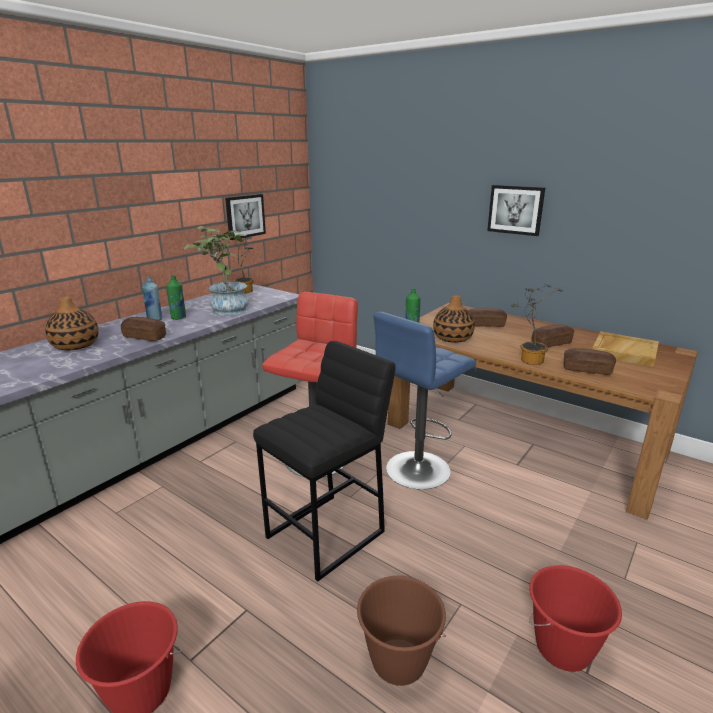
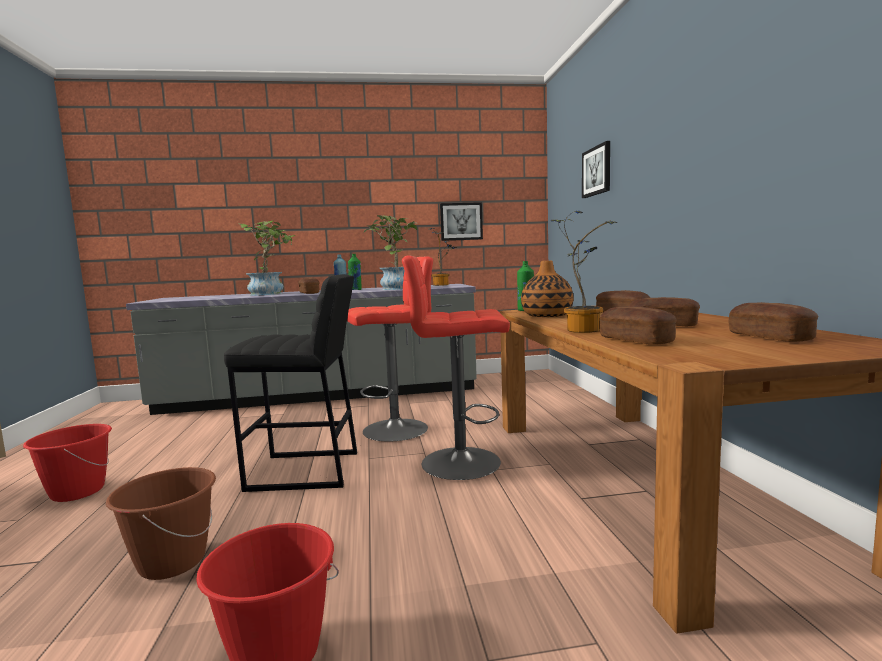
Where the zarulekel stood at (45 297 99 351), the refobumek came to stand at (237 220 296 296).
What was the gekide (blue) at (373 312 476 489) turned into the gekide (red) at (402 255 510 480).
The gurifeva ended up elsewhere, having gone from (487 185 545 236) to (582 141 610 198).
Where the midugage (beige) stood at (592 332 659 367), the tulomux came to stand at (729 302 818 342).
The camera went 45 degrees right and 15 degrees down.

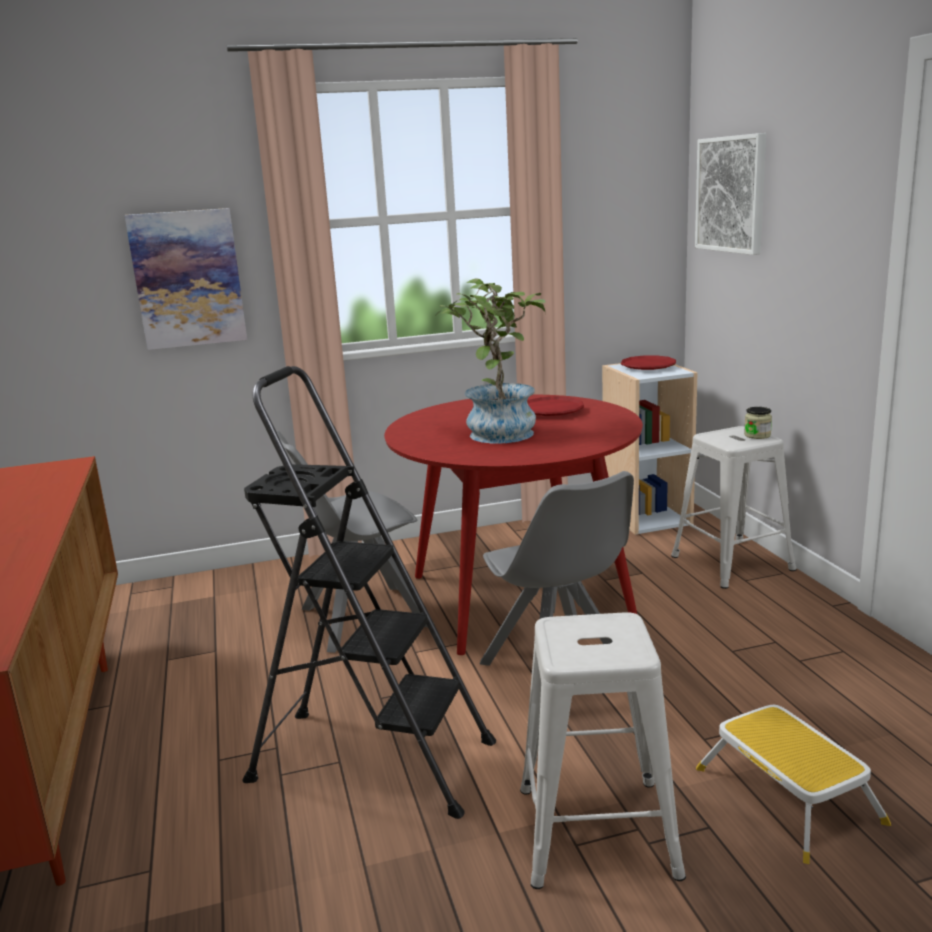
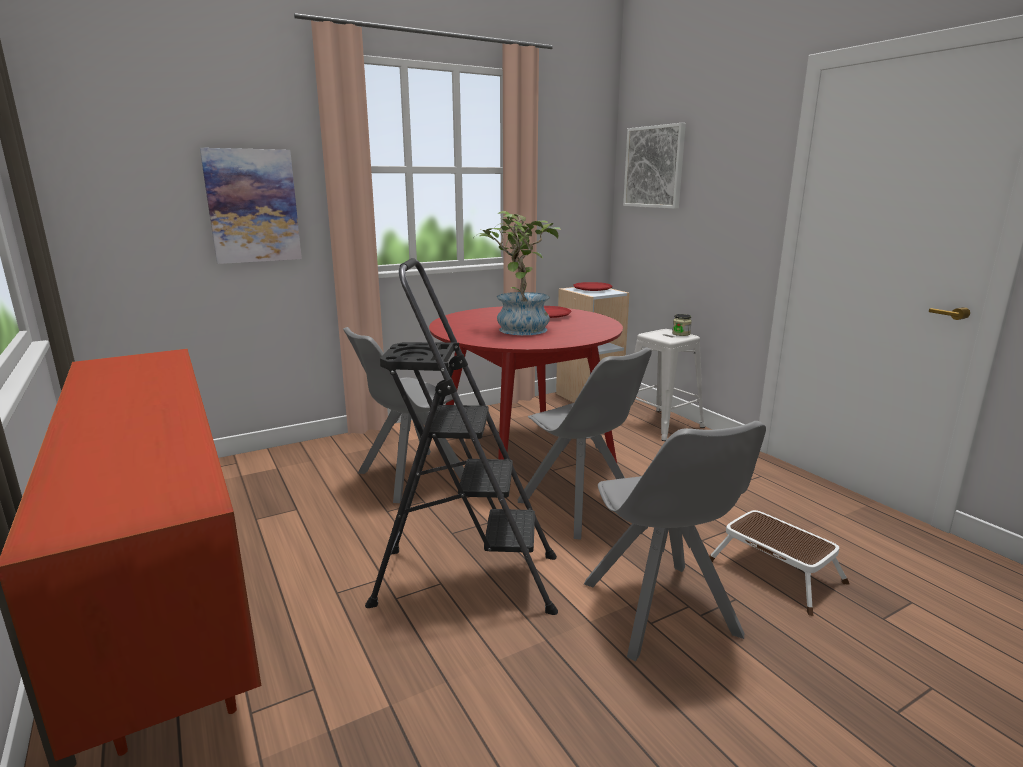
Where the gekide (white) stood at (520 612 686 889), the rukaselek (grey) came to stand at (584 421 766 662).
What was the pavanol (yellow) at (696 705 891 864) turned into the pavanol (brown) at (709 510 849 616).
The camera went 15 degrees left and 0 degrees up.

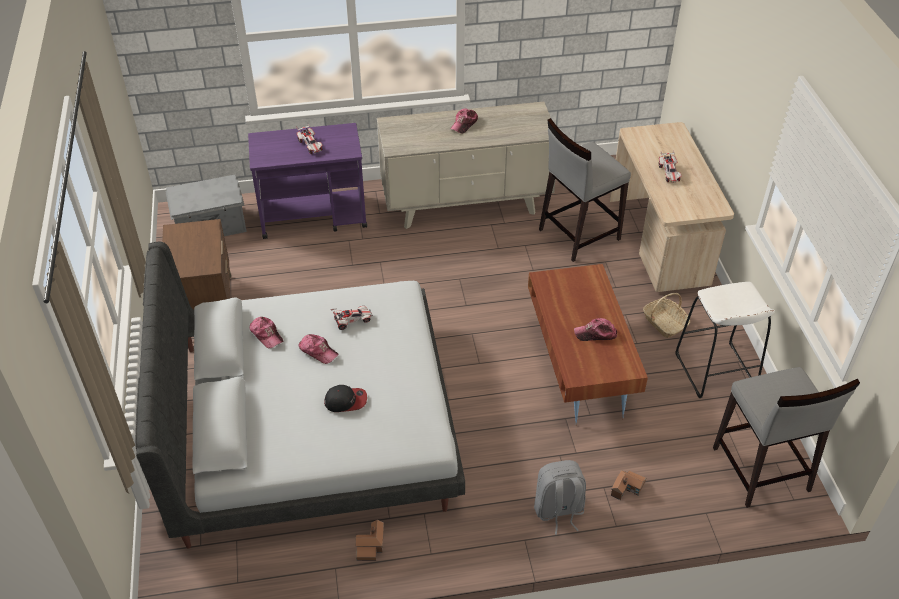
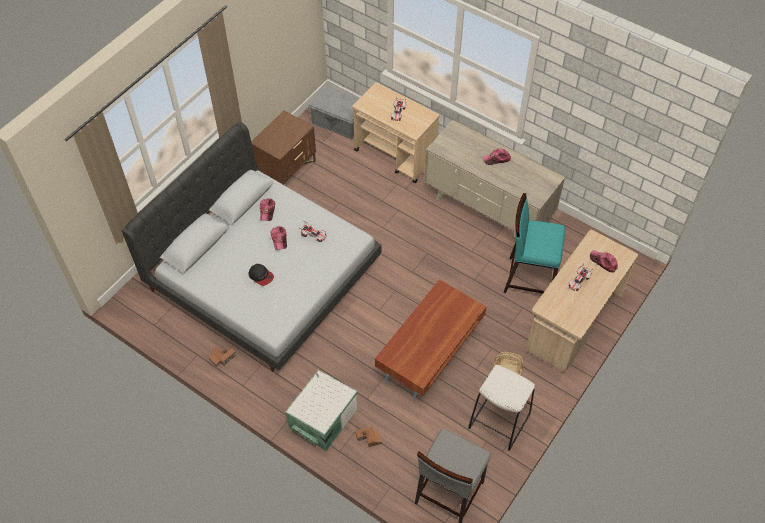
Where the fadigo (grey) stood at (534 460 586 535), the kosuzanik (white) came to stand at (285 370 358 451).
What was the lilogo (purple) at (248 123 367 239) turned into the lilogo (beige) at (352 82 440 183).
What was the gekide (grey) at (539 118 631 262) turned into the gekide (turquoise) at (504 193 565 294).
The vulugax ended up elsewhere, having gone from (574 318 617 341) to (590 250 618 273).
The camera went 45 degrees right and 10 degrees up.

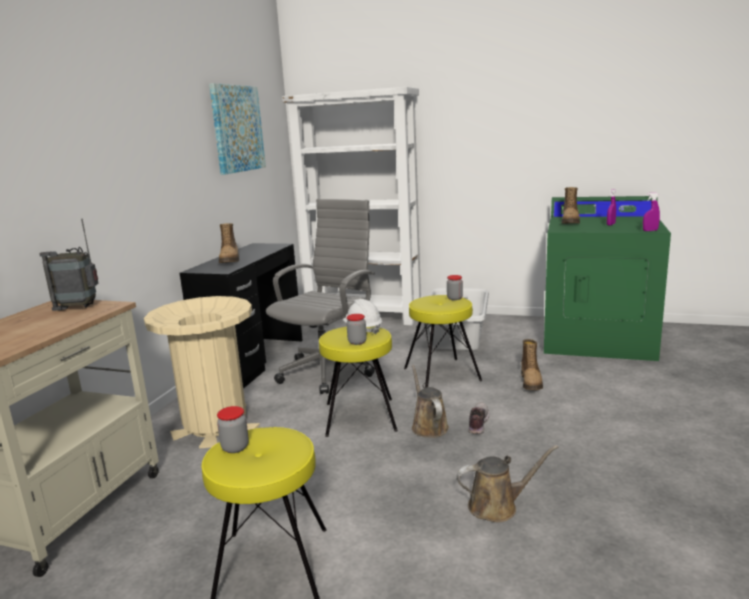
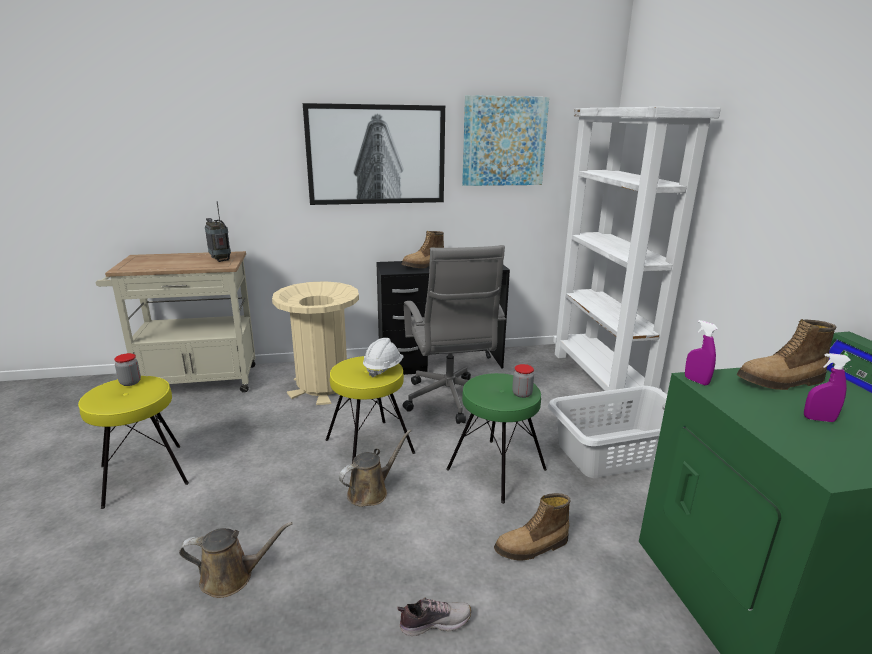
The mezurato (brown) at (457 445 559 522) ended up facing another way, 60 degrees counterclockwise from before.
The second view gained the gurifeva at (303 103 445 205).
The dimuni ended up elsewhere, having gone from (469 402 489 434) to (398 598 471 636).
The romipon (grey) at (266 199 375 394) ended up facing another way, 75 degrees clockwise from before.
What was the gekide (yellow) at (404 295 482 388) turned into the gekide (green) at (446 373 547 504).
The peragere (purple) ended up elsewhere, having gone from (643 193 660 231) to (685 320 718 386).
The second view lost the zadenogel at (346 314 367 345).
The camera went 60 degrees right and 5 degrees up.

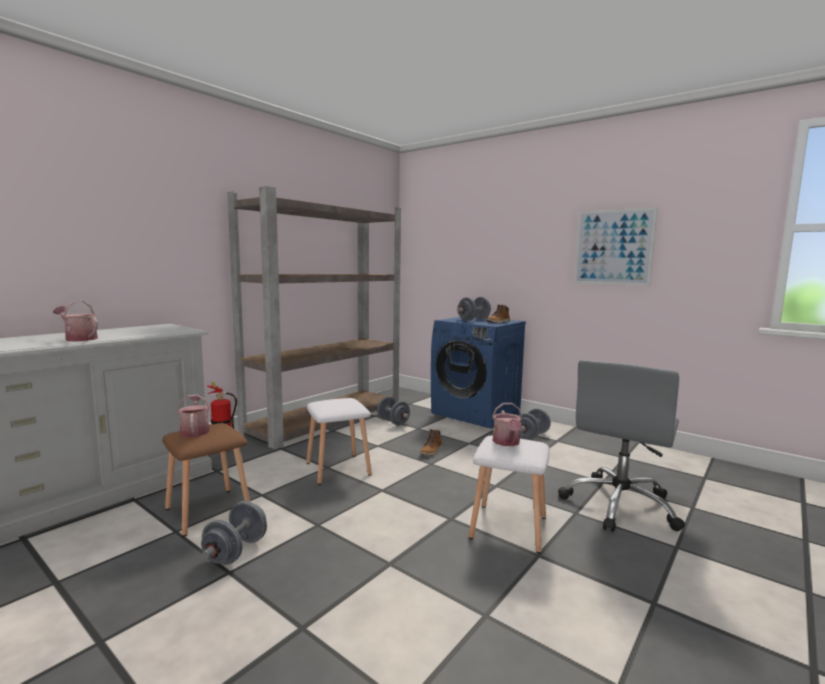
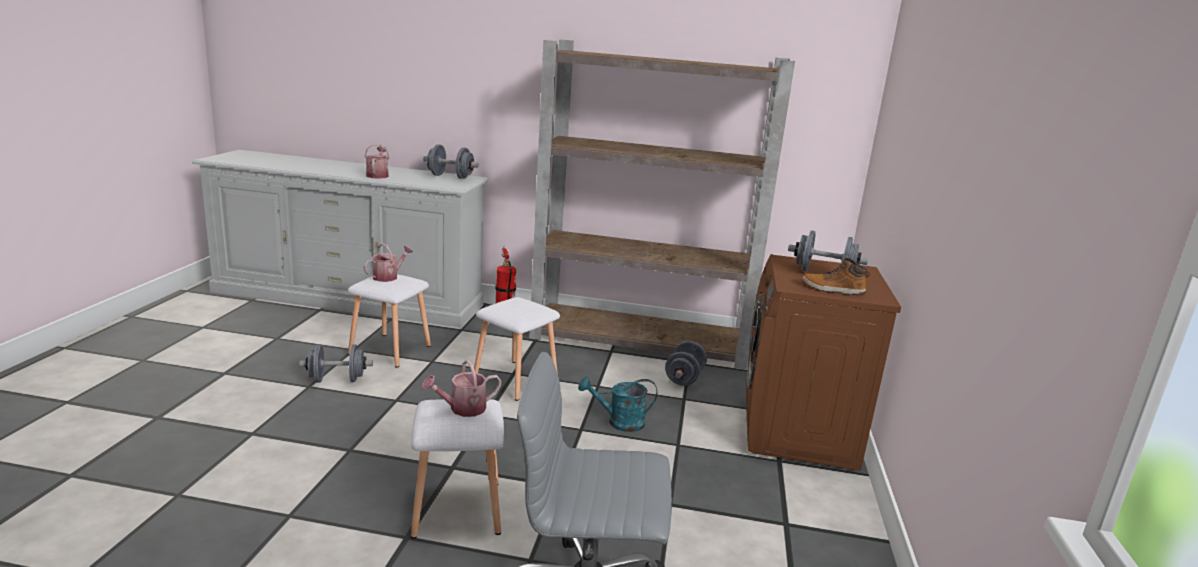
What was the gekide (brown) at (162 423 250 537) turned into the gekide (white) at (348 274 431 368).
The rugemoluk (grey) ended up elsewhere, having gone from (519 408 551 439) to (423 145 479 179).
Where the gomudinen stood at (420 429 442 456), the mezurato (turquoise) came to stand at (578 377 658 432).
What was the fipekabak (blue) at (431 317 526 429) turned into the fipekabak (brown) at (746 254 901 471).
The second view lost the gurifeva at (574 207 658 286).
The camera went 60 degrees right and 10 degrees up.

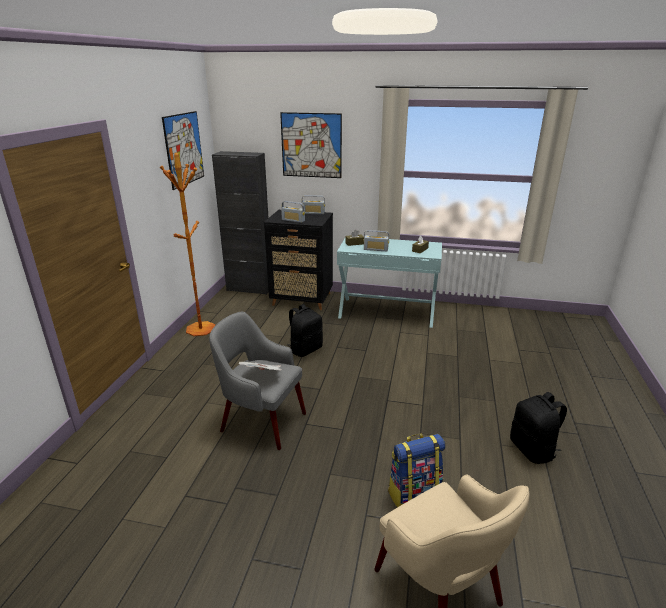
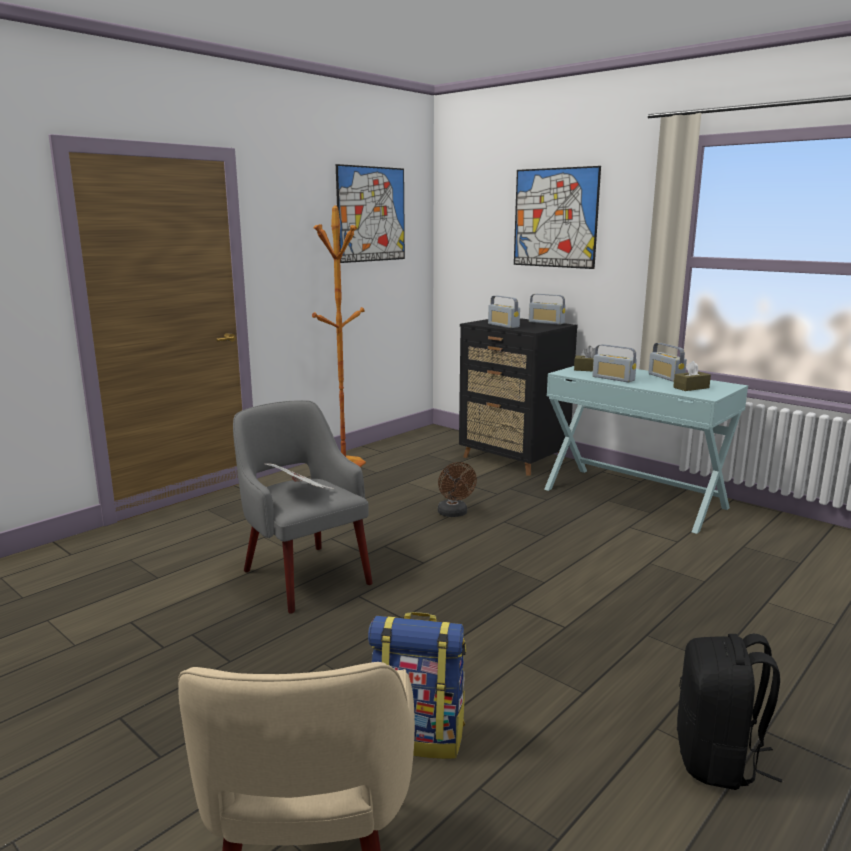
Where the fadigo (black) stood at (288 304 323 357), the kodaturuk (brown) came to stand at (438 462 477 517).
The second view gained the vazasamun at (648 343 687 382).
The second view lost the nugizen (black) at (212 151 269 295).
The camera went 30 degrees right and 10 degrees down.

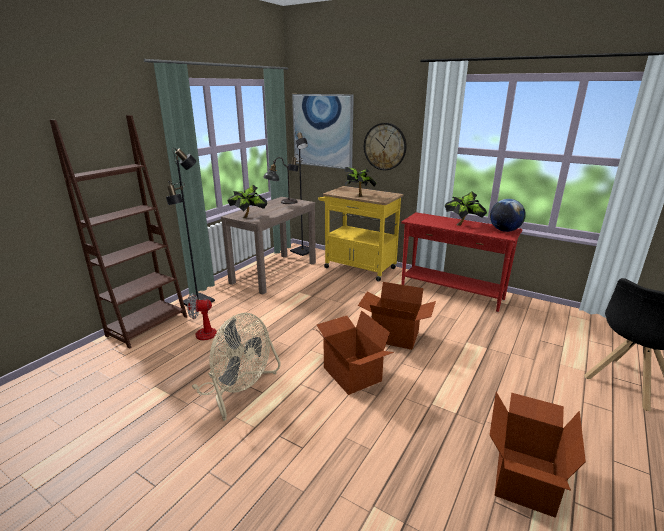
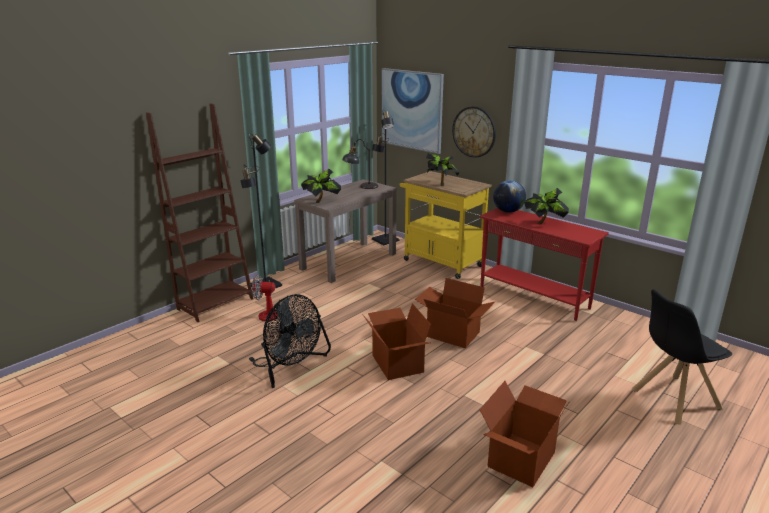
What was the kodaturuk (beige) at (192 313 281 421) turned into the kodaturuk (black) at (249 294 331 388).
The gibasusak ended up elsewhere, having gone from (490 199 526 232) to (493 180 526 213).
The camera went 10 degrees right and 0 degrees up.

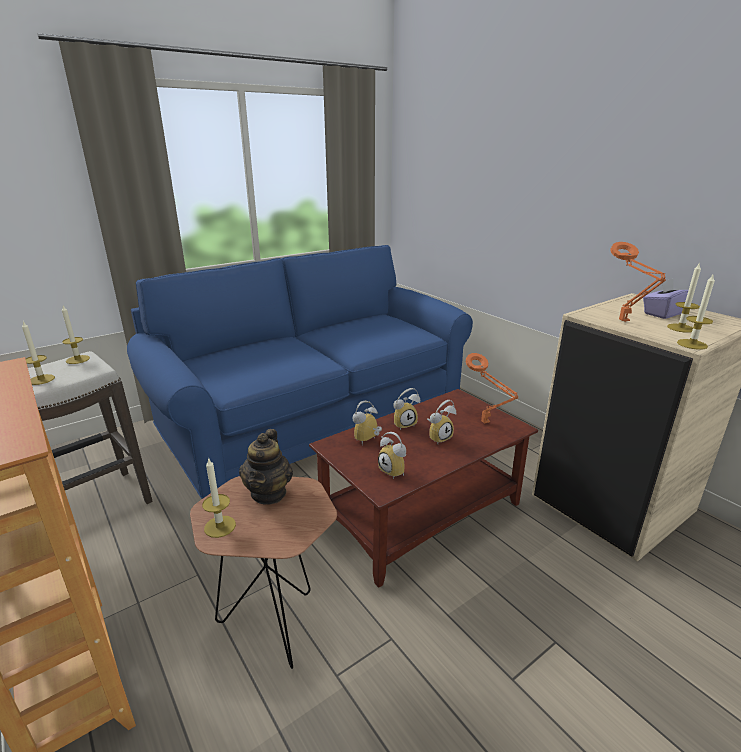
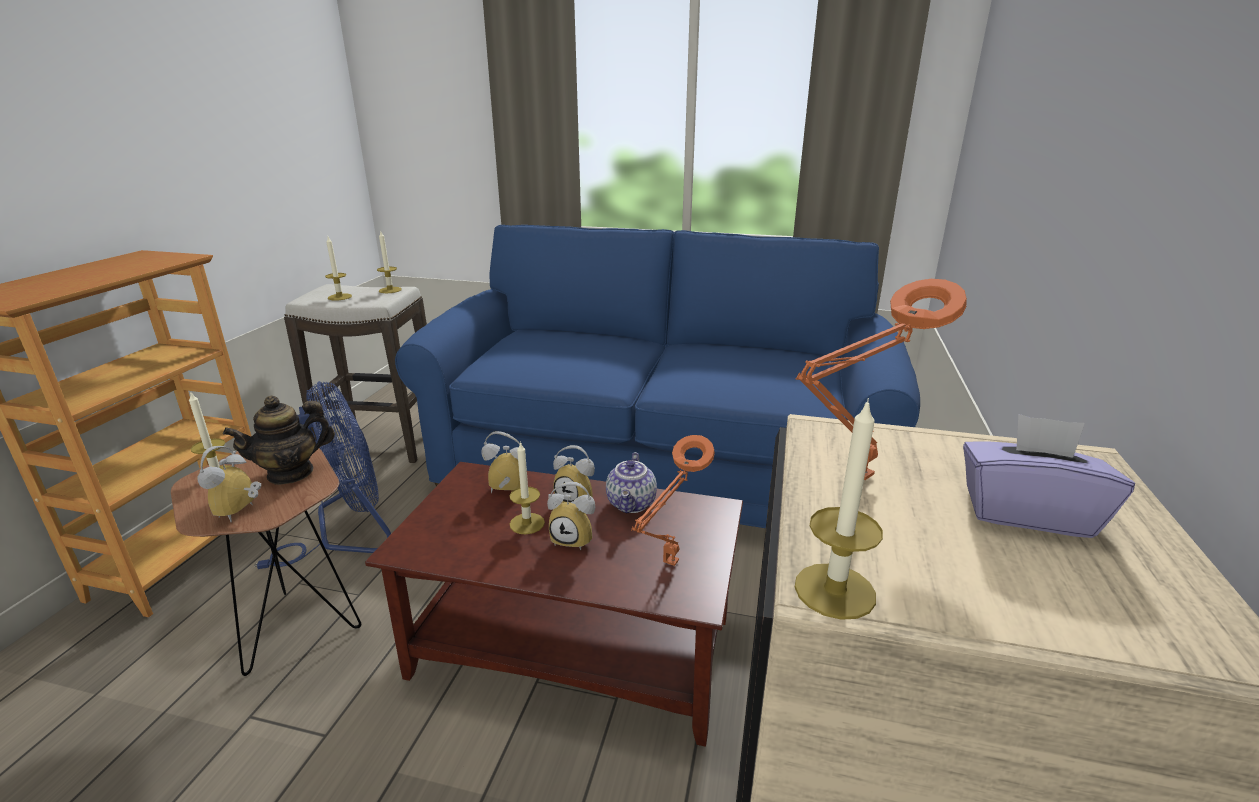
The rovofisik ended up elsewhere, having gone from (378 432 406 479) to (197 446 261 522).
The second view gained the kodaturuk (blue) at (254 381 391 569).
The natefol ended up elsewhere, having gone from (667 262 701 333) to (510 441 545 534).
The second view gained the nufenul at (606 452 657 514).
The camera went 50 degrees right and 0 degrees up.

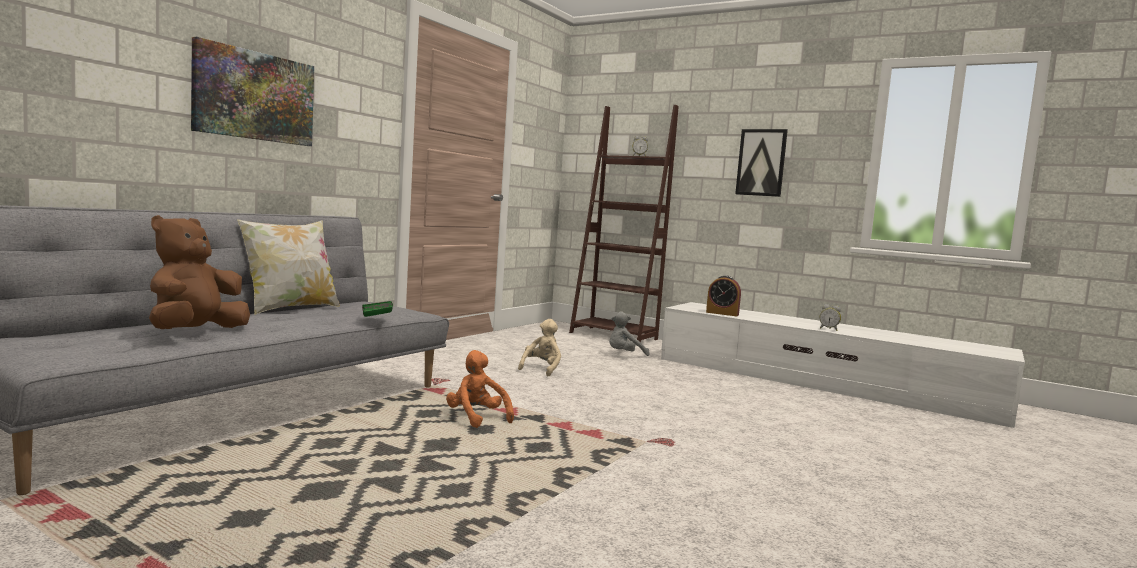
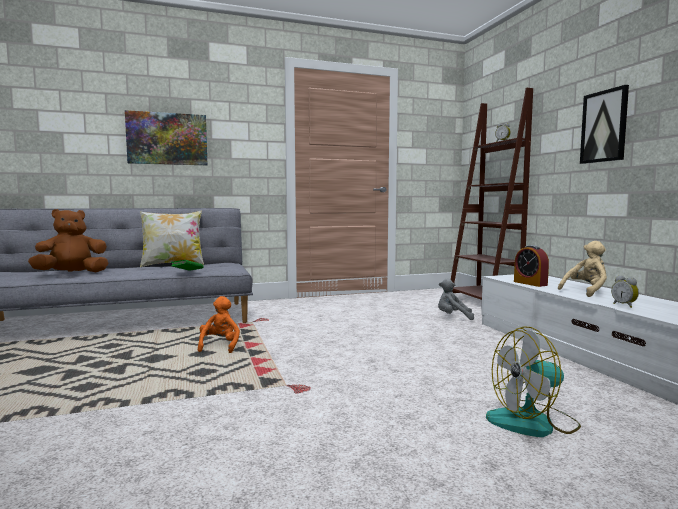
The second view gained the kodaturuk at (486 326 581 437).
The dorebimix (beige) ended up elsewhere, having gone from (518 319 561 376) to (558 241 607 297).
The camera went 40 degrees right and 0 degrees up.

